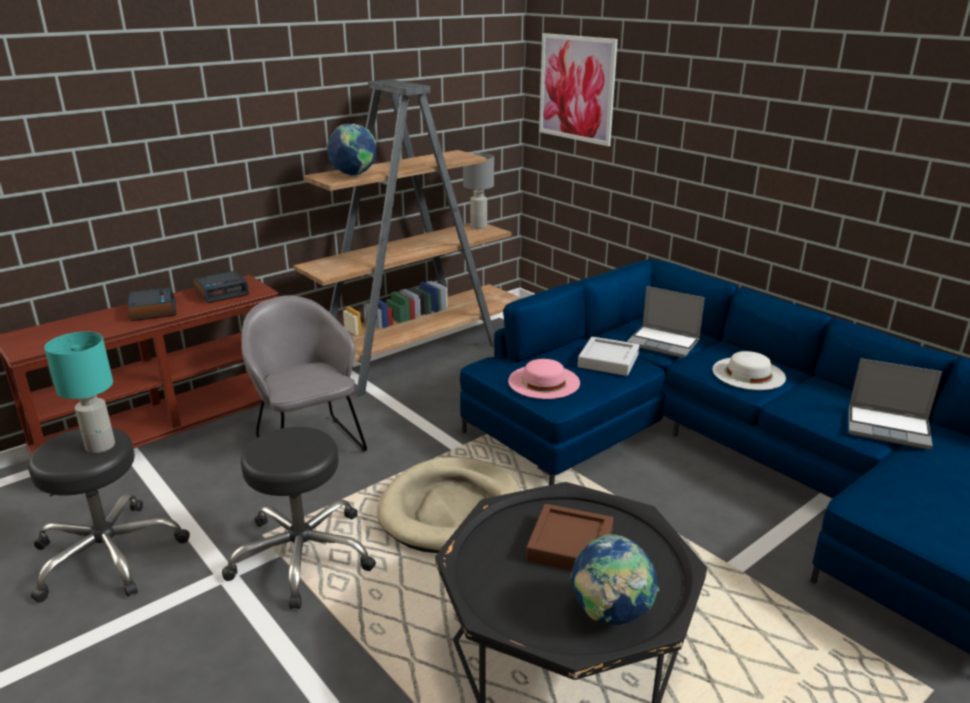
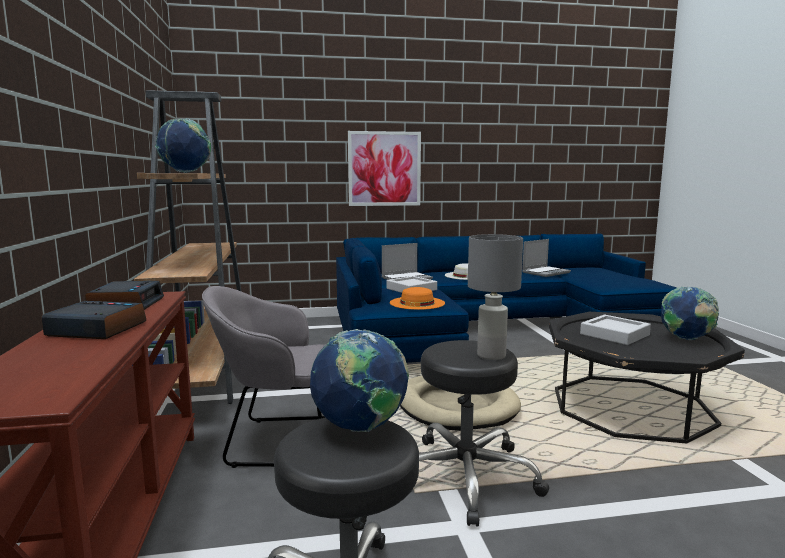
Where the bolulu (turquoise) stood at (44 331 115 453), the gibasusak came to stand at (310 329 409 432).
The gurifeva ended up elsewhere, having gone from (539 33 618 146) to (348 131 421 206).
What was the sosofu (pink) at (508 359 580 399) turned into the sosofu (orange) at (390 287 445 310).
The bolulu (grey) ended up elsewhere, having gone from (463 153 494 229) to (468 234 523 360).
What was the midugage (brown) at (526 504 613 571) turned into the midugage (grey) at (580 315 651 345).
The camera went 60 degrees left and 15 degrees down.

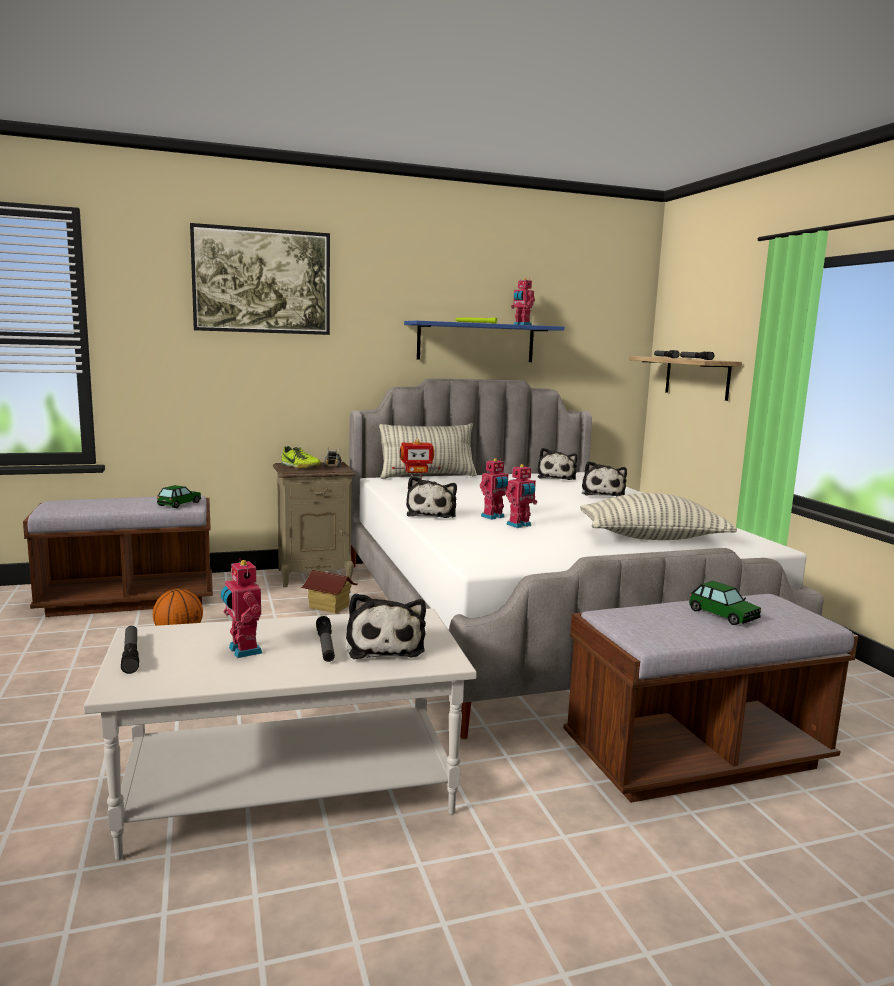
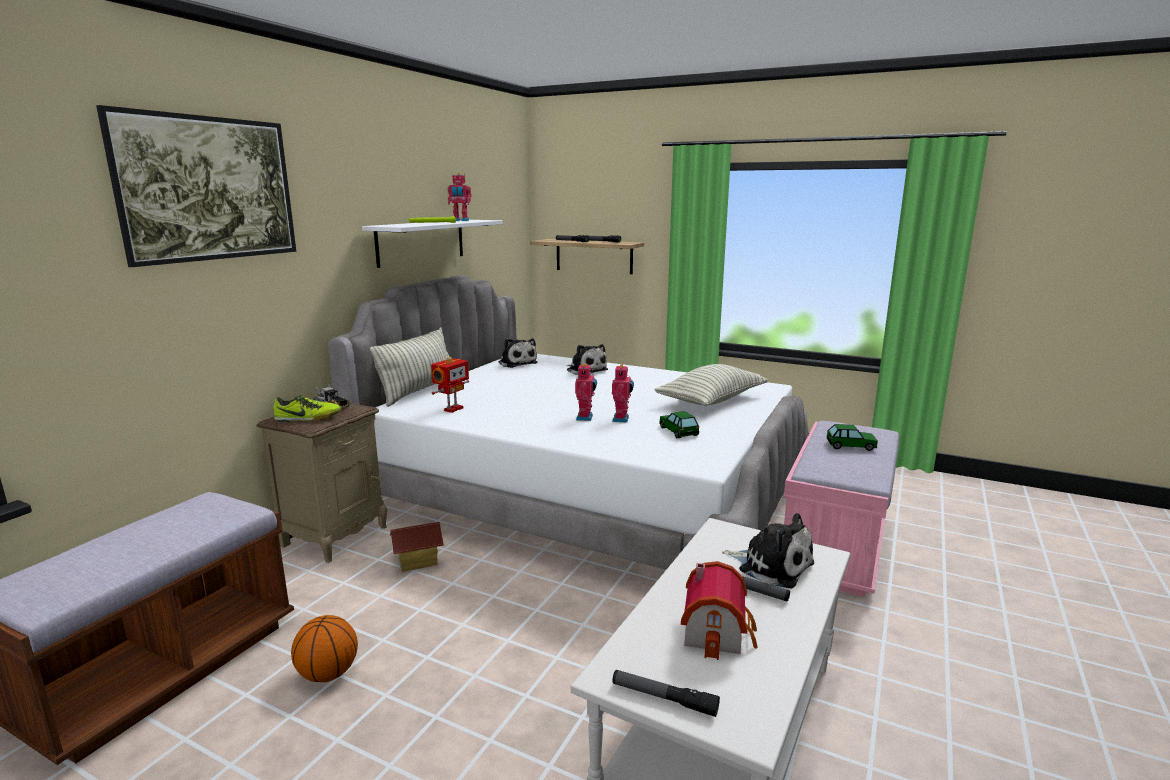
What was the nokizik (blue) at (404 321 564 362) turned into the nokizik (white) at (362 220 503 268).
The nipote ended up elsewhere, having gone from (157 485 201 508) to (659 411 699 438).
Where the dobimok stood at (221 559 262 658), the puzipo came to stand at (681 561 758 660).
What was the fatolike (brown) at (564 594 858 803) turned into the fatolike (pink) at (784 421 899 597).
The second view lost the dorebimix at (406 476 457 518).
The camera went 45 degrees left and 5 degrees up.

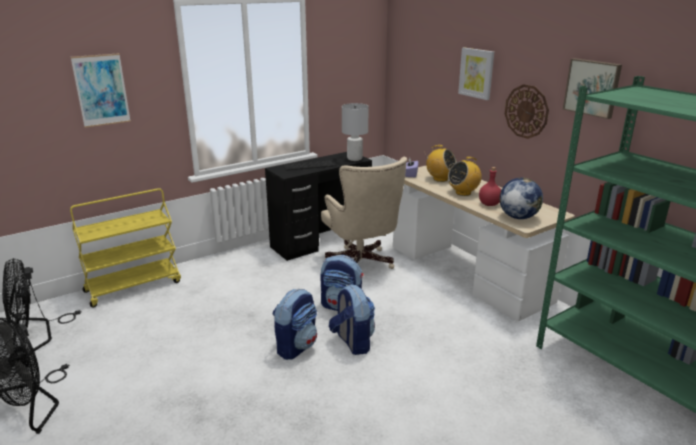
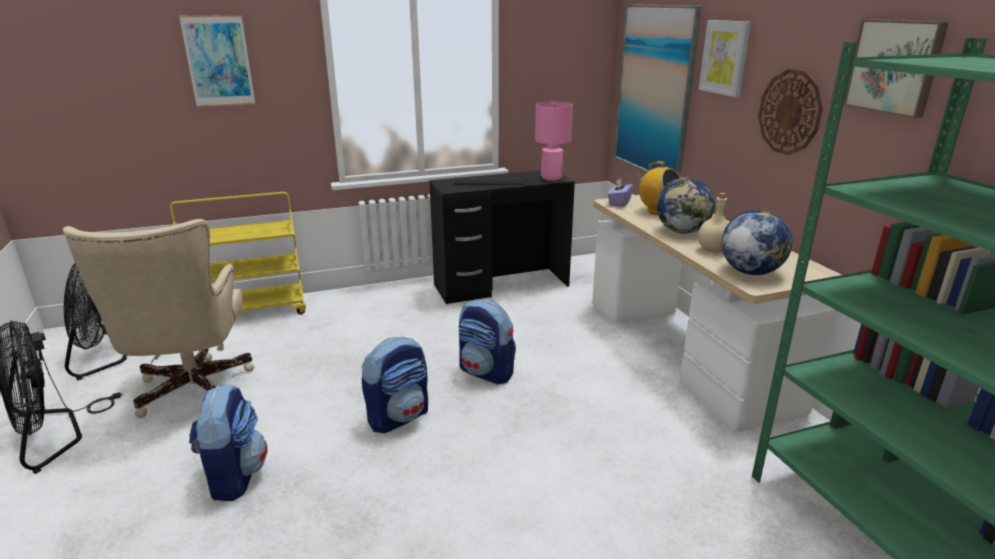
The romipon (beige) ended up elsewhere, having gone from (321 157 407 269) to (63 219 254 418).
The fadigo ended up elsewhere, having gone from (329 284 375 355) to (189 385 267 501).
What was the bolulu (grey) at (342 103 369 161) turned into the bolulu (pink) at (535 102 573 181).
The second view gained the gurifeva at (614 4 702 176).
Where the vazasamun stood at (448 157 482 196), the gibasusak came to stand at (657 177 715 234).
What was the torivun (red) at (479 167 501 206) turned into the torivun (beige) at (698 193 729 253).
The camera went 15 degrees right and 0 degrees up.

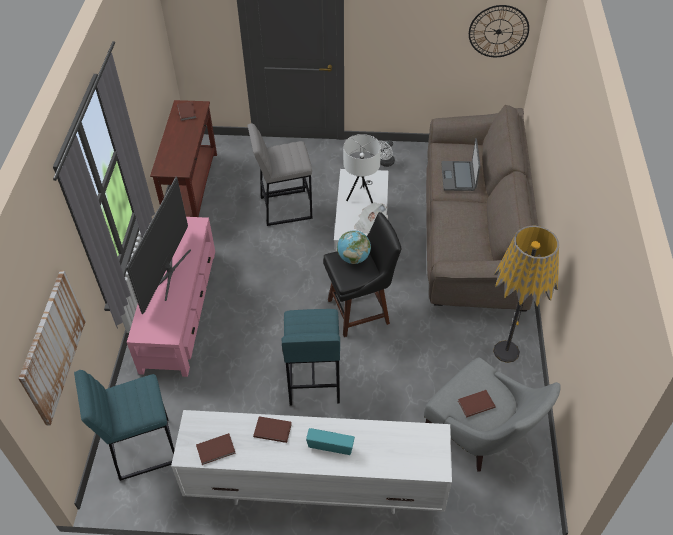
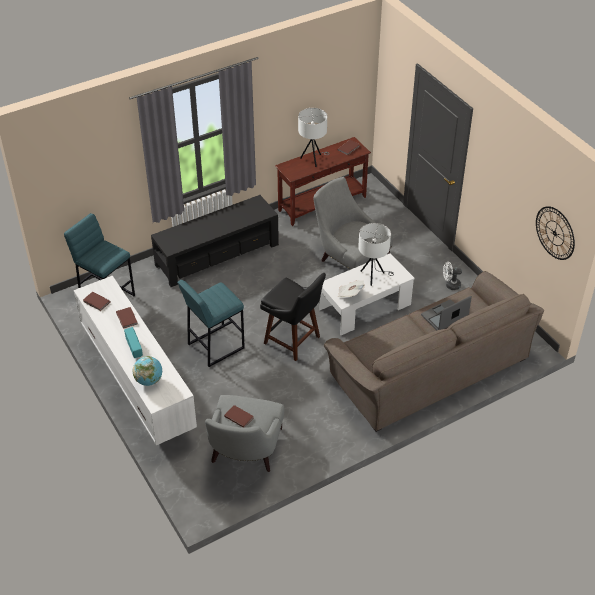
The gibasusak ended up elsewhere, having gone from (337 230 371 264) to (133 356 162 386).
What was the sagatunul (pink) at (127 217 215 377) turned into the sagatunul (black) at (151 195 279 287).
The second view gained the bolulu (white) at (298 108 329 167).
Where the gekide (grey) stood at (247 123 312 226), the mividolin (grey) came to stand at (313 177 393 270).
The second view lost the gurifeva at (18 270 86 425).
The second view lost the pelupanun at (126 177 191 314).
The second view lost the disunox at (493 225 559 363).
The camera went 55 degrees right and 5 degrees down.

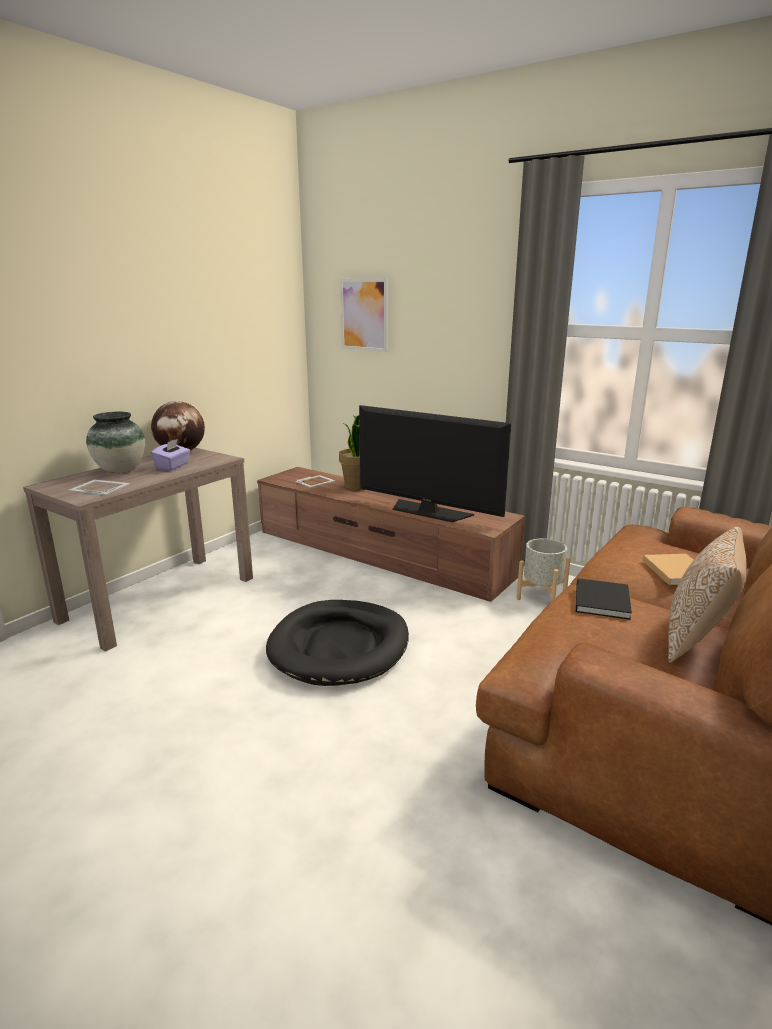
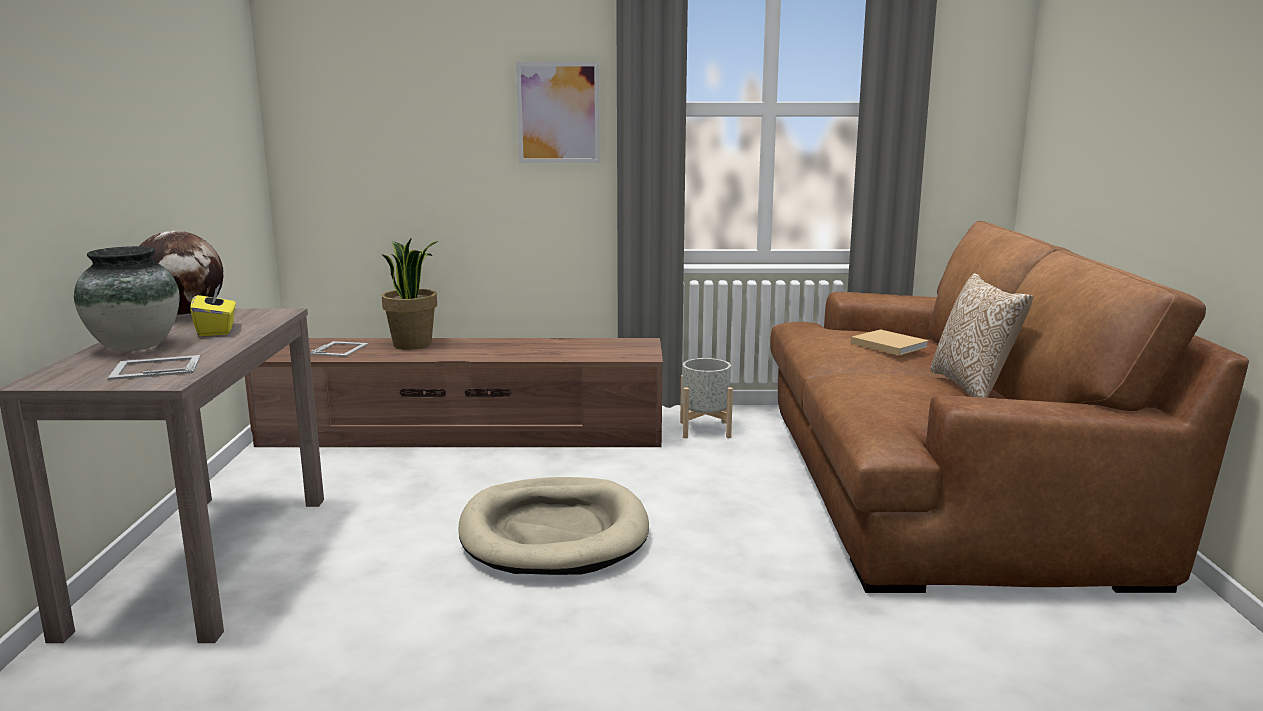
What was the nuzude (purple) at (151 439 190 471) turned into the nuzude (yellow) at (190 285 236 336).
What was the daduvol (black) at (266 600 409 686) turned into the daduvol (beige) at (458 477 649 575).
The gurifeva ended up elsewhere, having gone from (340 278 388 352) to (516 62 600 163).
The second view lost the pelupanun at (359 405 511 522).
The second view lost the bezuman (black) at (576 578 632 620).
The camera went 35 degrees left and 5 degrees down.

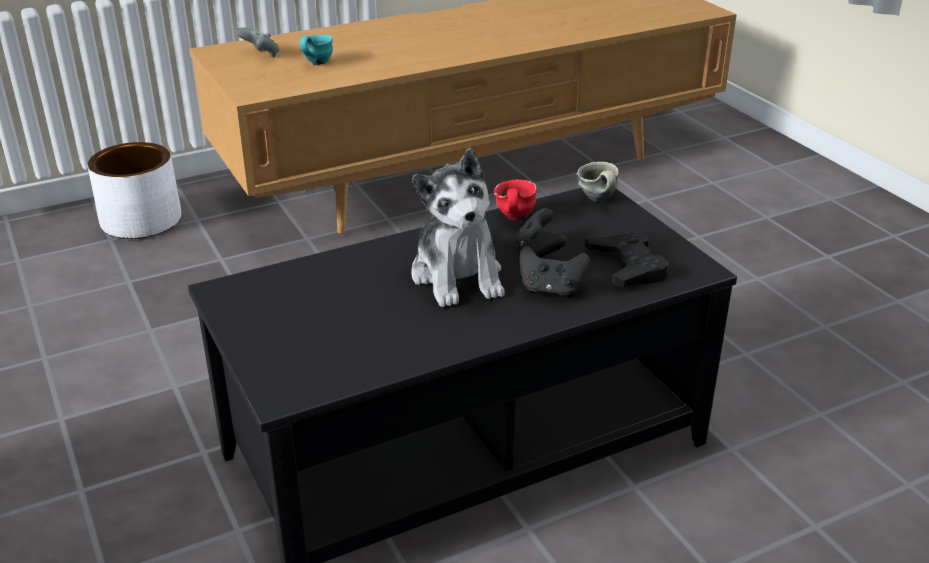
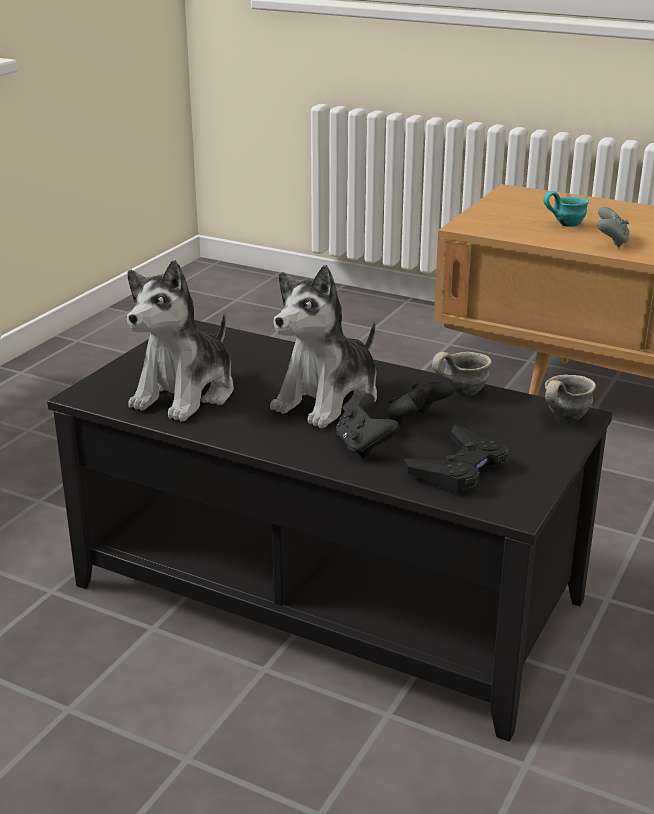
The second view gained the dorebimix at (127 260 234 422).
What was the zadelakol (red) at (494 179 537 221) turned into the zadelakol (grey) at (432 352 491 396).
The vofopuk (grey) ended up elsewhere, having gone from (236 27 280 58) to (597 207 629 247).
The second view lost the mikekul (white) at (87 142 181 239).
The camera went 55 degrees right and 5 degrees down.

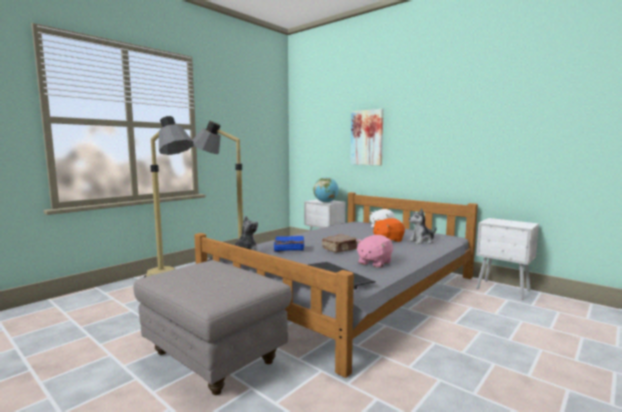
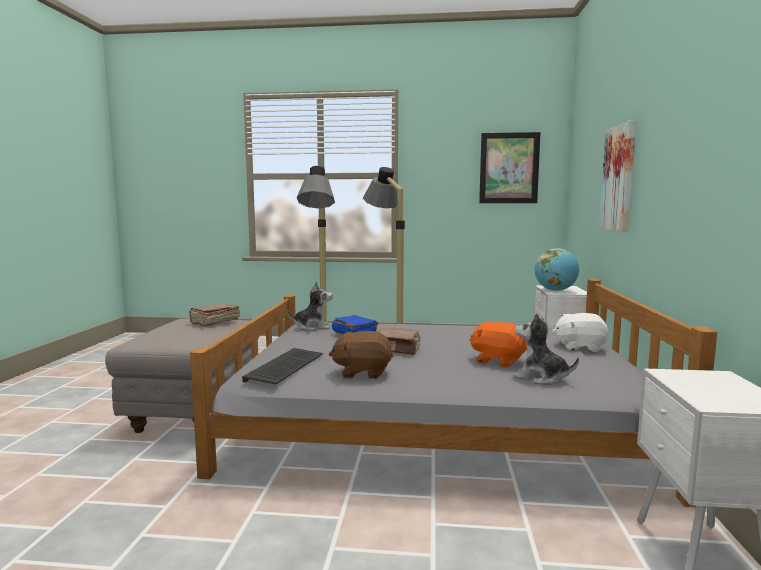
The second view gained the bezuman (brown) at (189 302 240 327).
What was the dorebimix (pink) at (356 235 393 268) turned into the dorebimix (brown) at (329 331 393 379).
The second view gained the gurifeva at (479 132 540 203).
The camera went 55 degrees right and 0 degrees up.

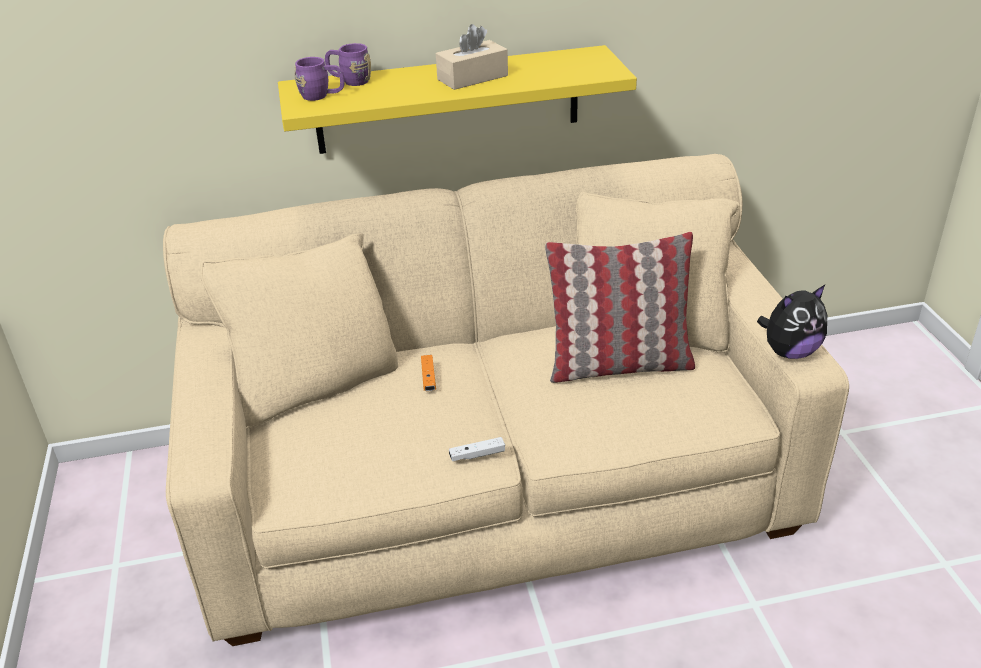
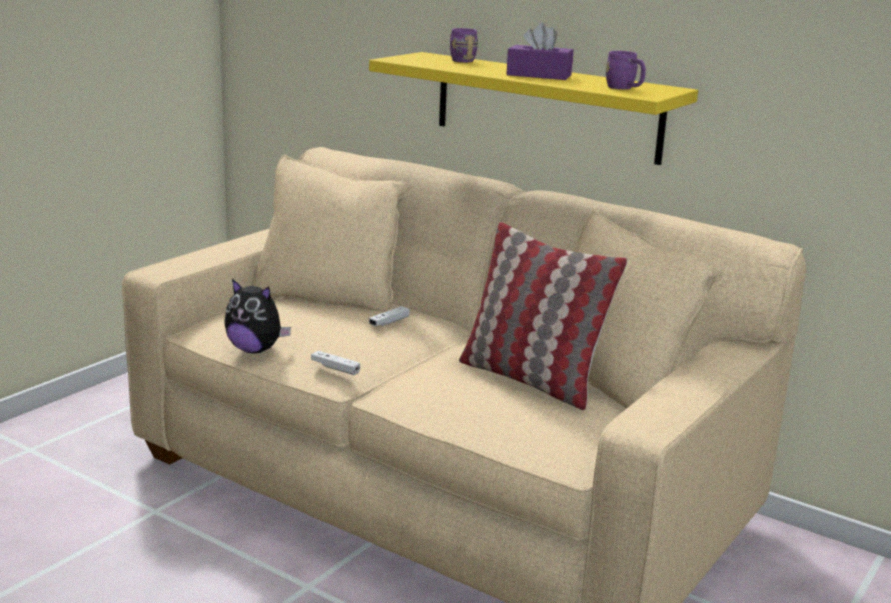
The dorebimix ended up elsewhere, having gone from (757 285 827 359) to (224 279 291 353).
What was the vofopuk (orange) at (421 355 436 391) turned into the vofopuk (white) at (369 306 410 326).
What was the nuzude (beige) at (436 24 508 90) turned into the nuzude (purple) at (506 22 573 80).
The zadelakol (purple) ended up elsewhere, having gone from (295 57 345 101) to (605 51 646 89).
The camera went 45 degrees right and 15 degrees down.

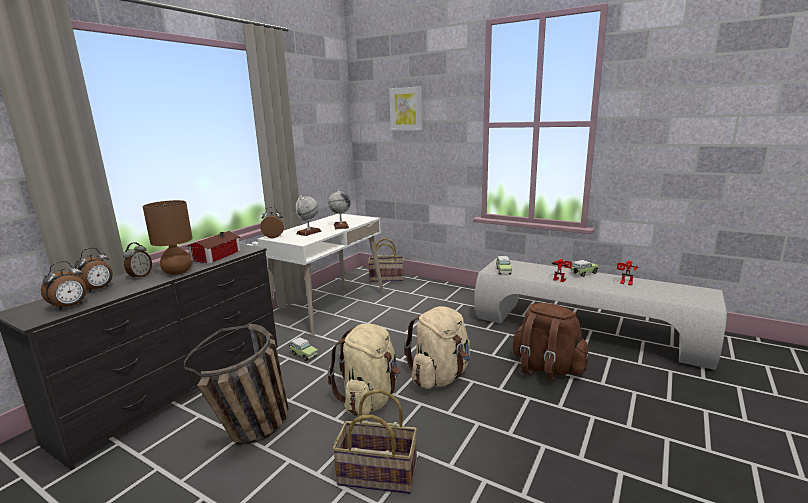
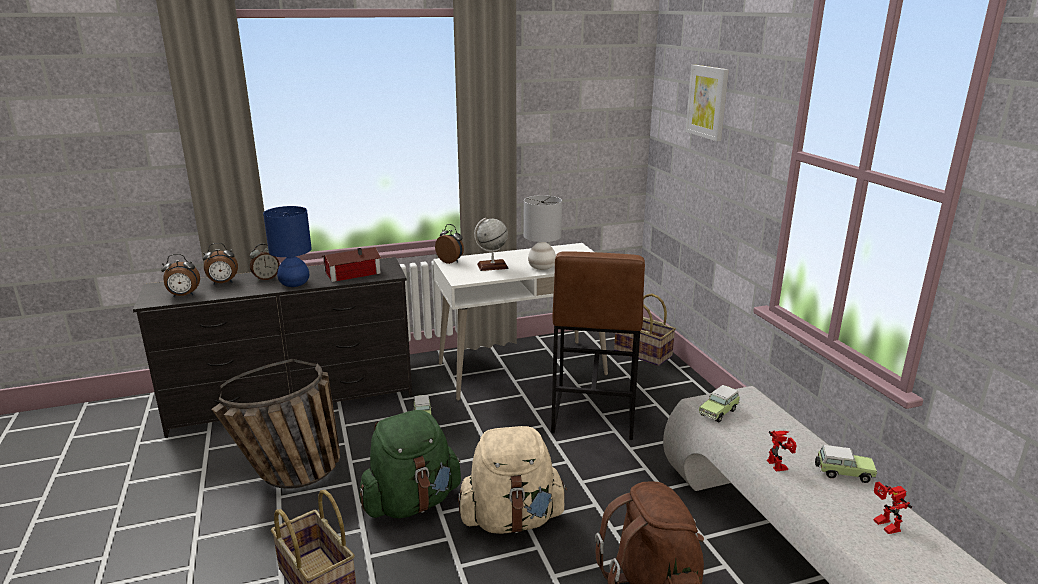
What was the bolulu (brown) at (143 200 193 275) turned into the bolulu (blue) at (263 206 312 287).
What was the fadigo (beige) at (328 324 401 416) turned into the fadigo (green) at (359 410 461 518).
Where the gibasusak stood at (328 190 351 229), the bolulu (grey) came to stand at (524 195 562 270).
The second view gained the gekide (brown) at (551 251 645 440).
The camera went 40 degrees right and 5 degrees up.

